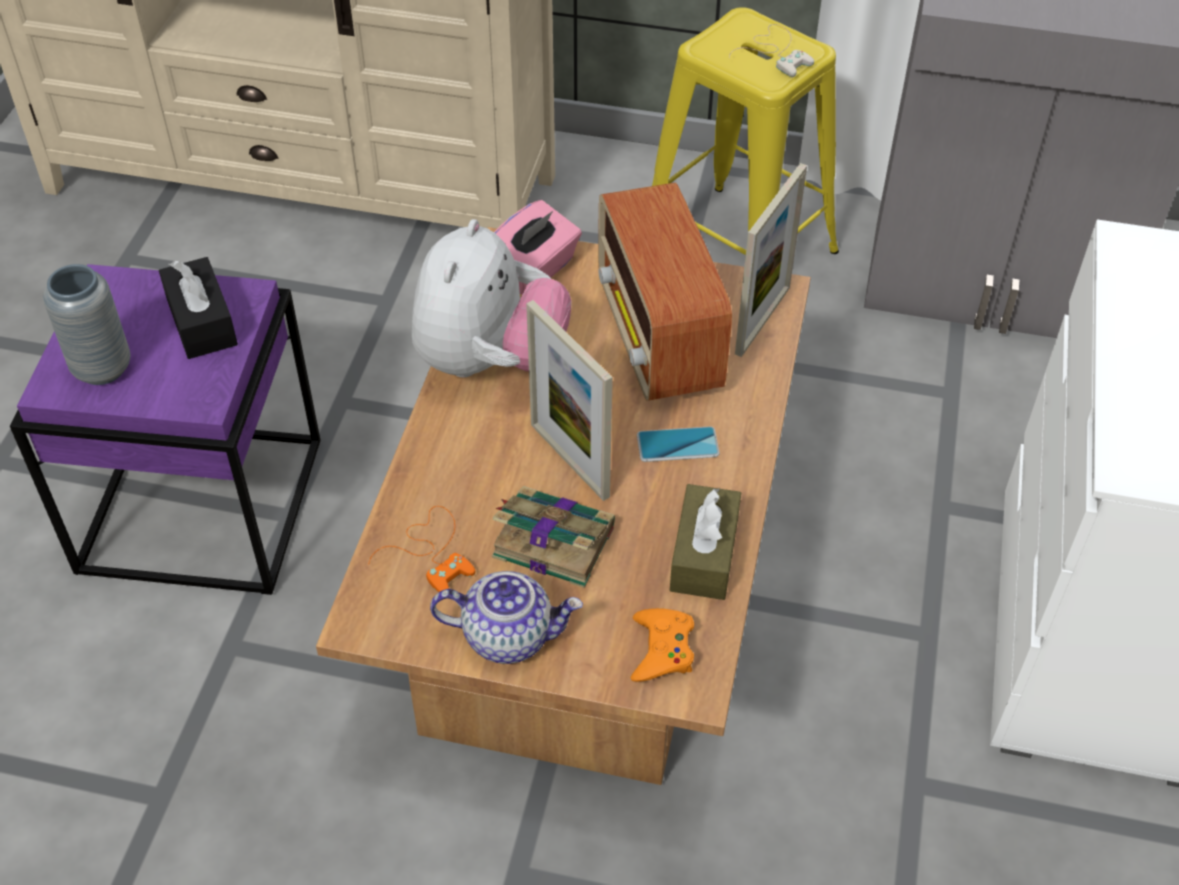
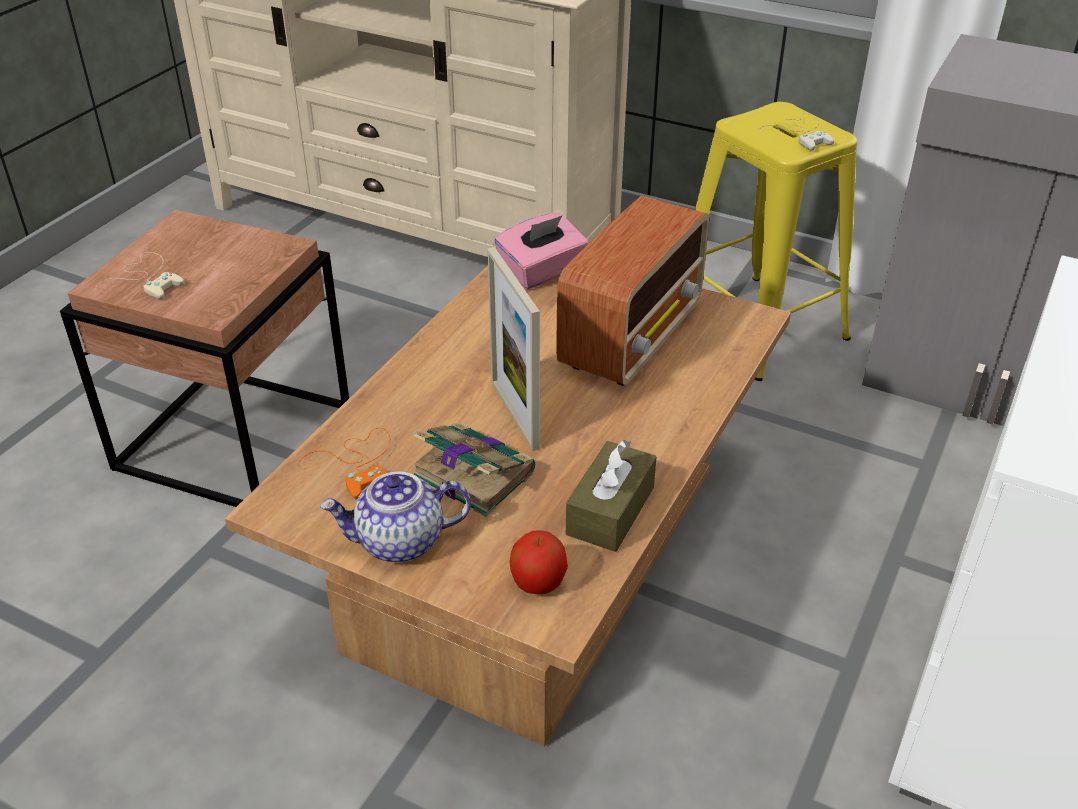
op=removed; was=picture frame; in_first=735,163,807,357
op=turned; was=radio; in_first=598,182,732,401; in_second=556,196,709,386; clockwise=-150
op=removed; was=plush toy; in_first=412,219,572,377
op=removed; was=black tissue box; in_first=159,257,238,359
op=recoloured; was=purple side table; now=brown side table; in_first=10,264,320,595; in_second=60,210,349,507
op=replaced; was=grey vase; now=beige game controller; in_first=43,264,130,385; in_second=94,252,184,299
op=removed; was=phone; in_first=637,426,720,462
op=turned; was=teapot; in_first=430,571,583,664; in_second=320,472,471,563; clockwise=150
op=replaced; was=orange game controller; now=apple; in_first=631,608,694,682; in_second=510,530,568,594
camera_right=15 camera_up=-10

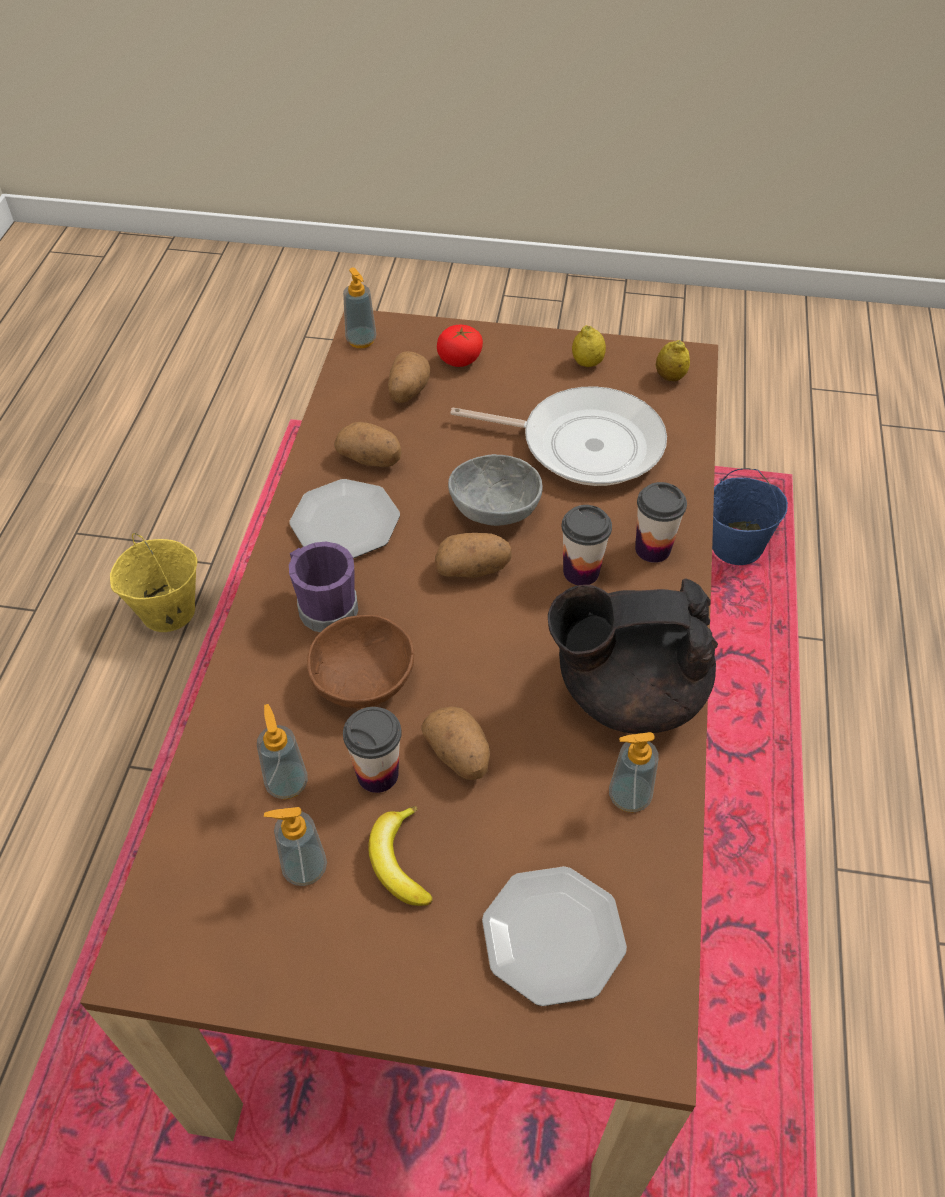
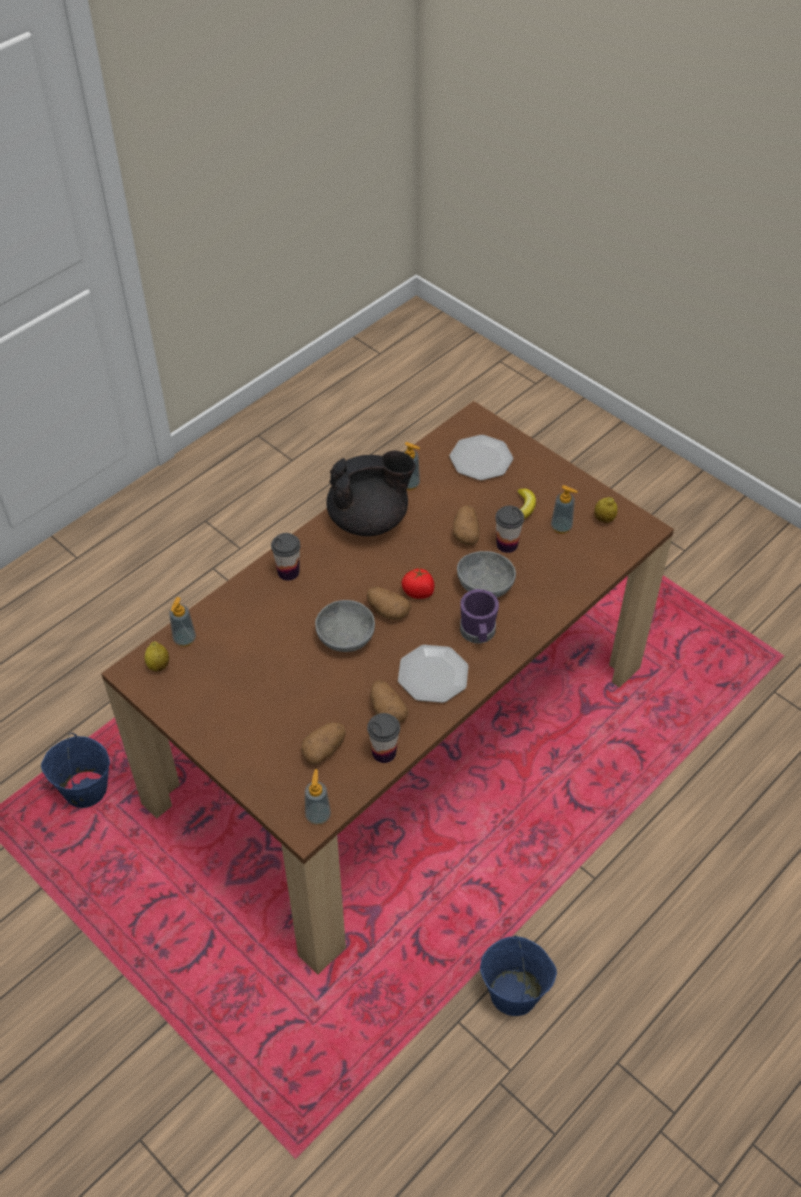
op=moved; was=tomato; in_first=437,325,483,367; in_second=401,566,434,599
op=moved; was=lemon; in_first=572,325,606,367; in_second=594,497,617,523
op=removed; was=frying pan; in_first=450,386,667,486
op=moved; was=cup; in_first=562,505,612,586; in_second=367,713,400,763
op=recoloured; was=yellow bucket; now=blue bucket; in_first=110,533,198,632; in_second=480,935,557,1016
op=turned; was=black teapot; in_first=548,578,718,734; in_second=326,450,416,536; clockwise=-45
op=recoloured; was=brown bowl; now=grey bowl; in_first=307,615,414,708; in_second=457,551,516,597
op=moved; was=soap dispenser; in_first=257,704,308,799; in_second=169,597,196,647
camera_right=-145 camera_up=0

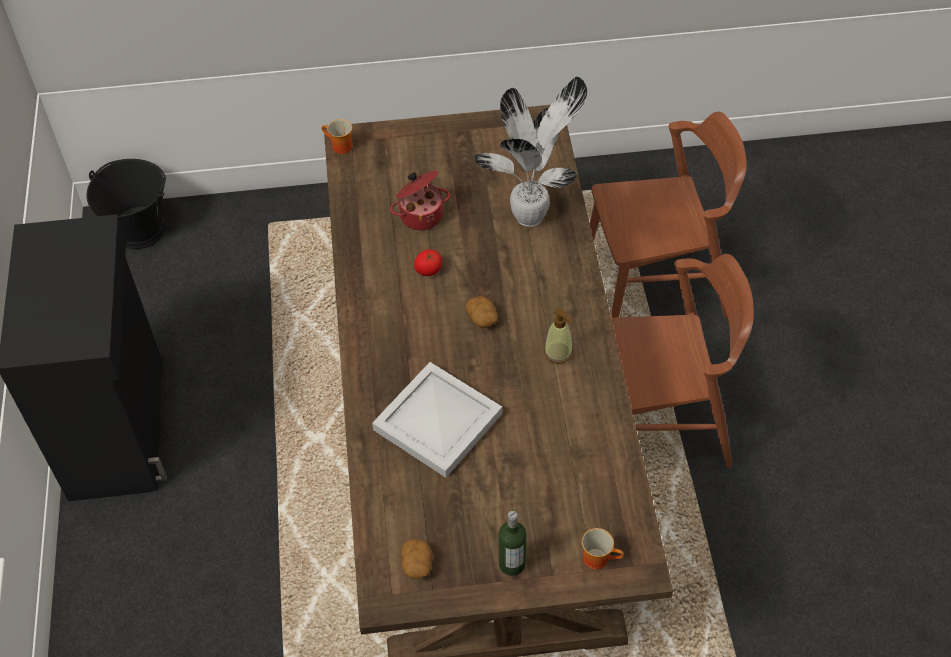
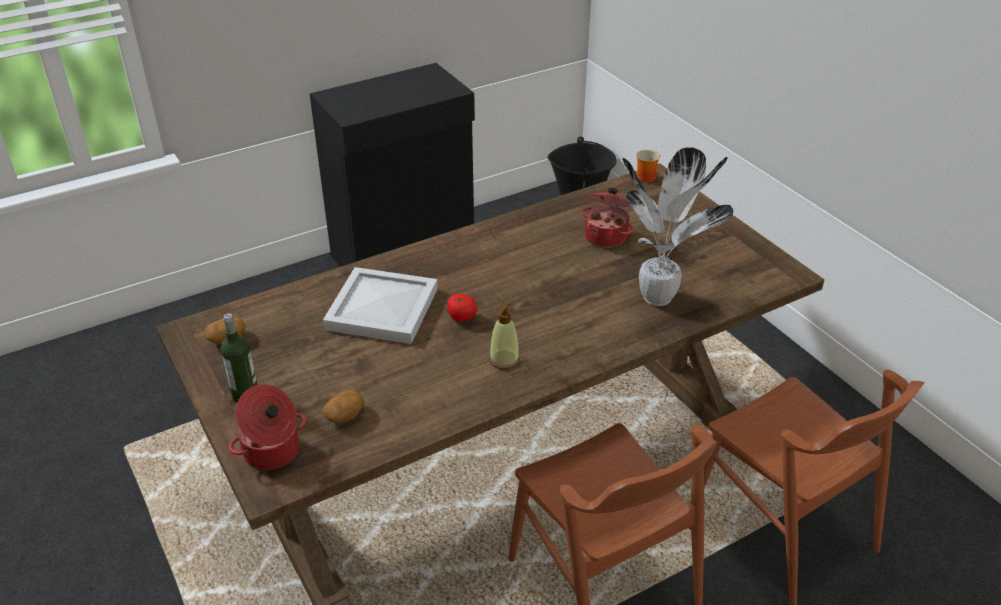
op=moved; was=tomato; in_first=414,249,442,276; in_second=447,294,477,321
op=moved; was=potato; in_first=465,296,498,328; in_second=323,390,364,423
op=replaced; was=mug; now=cooking pot; in_first=582,528,624,569; in_second=229,384,307,470
camera_right=65 camera_up=-15

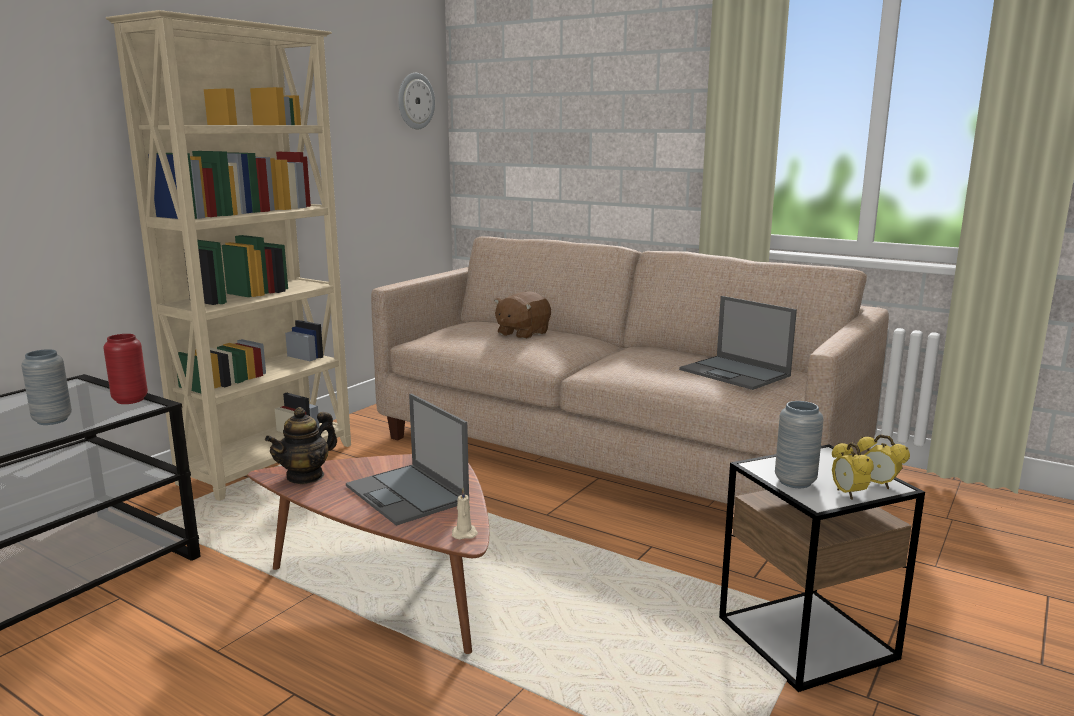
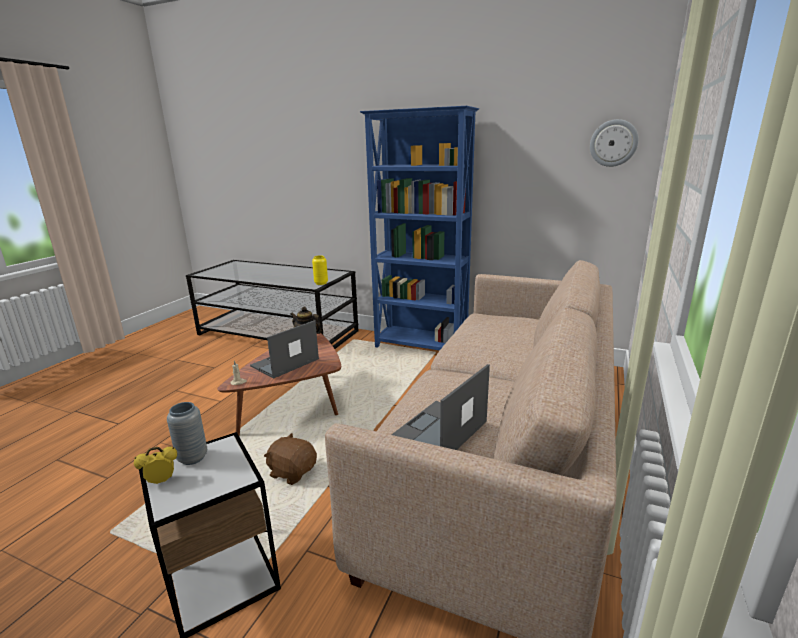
op=recoloured; was=beige bookcase; now=blue bookcase; in_first=106,10,351,501; in_second=360,106,479,351
op=moved; was=brown plush toy; in_first=494,292,551,339; in_second=264,433,317,485
op=recoloured; was=red vase; now=yellow vase; in_first=103,334,148,404; in_second=312,256,328,285
op=removed; was=grey vase; in_first=21,349,72,425
op=removed; was=alarm clock; in_first=857,434,910,489
camera_right=80 camera_up=5

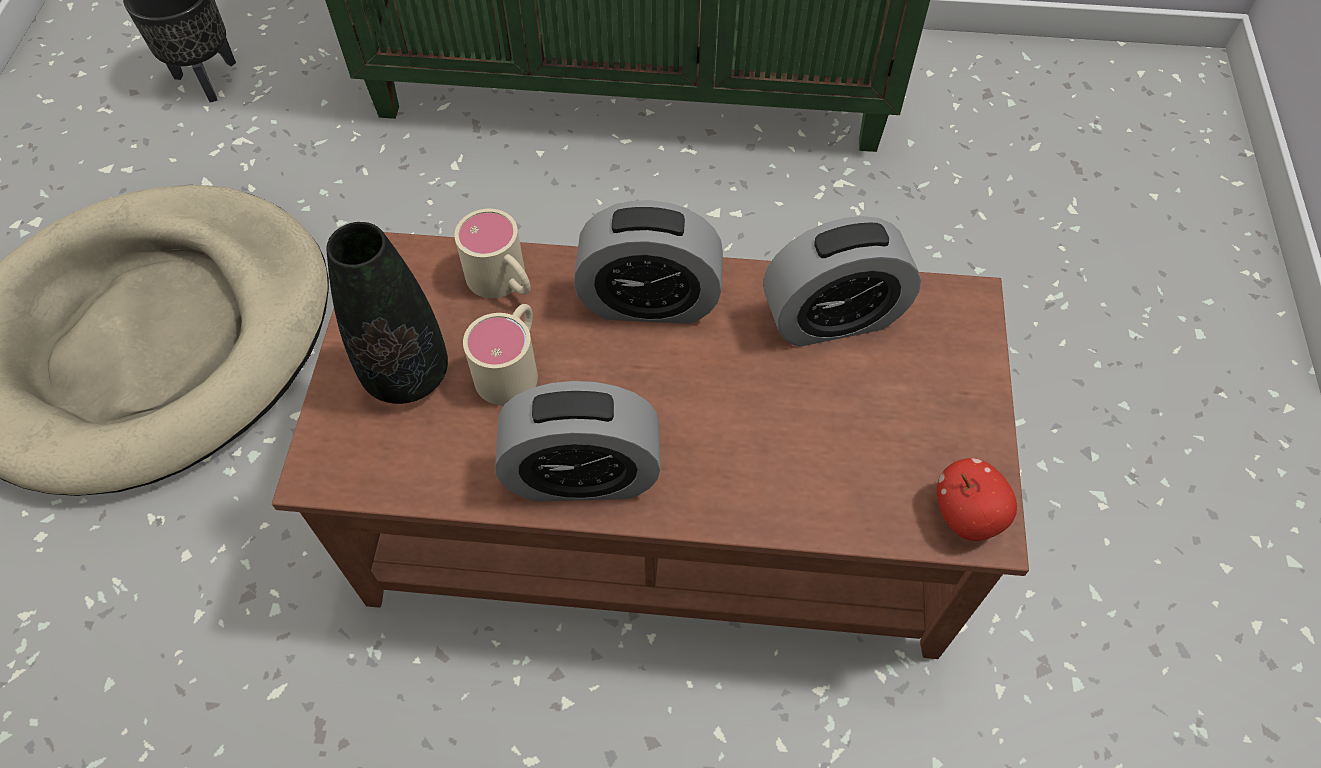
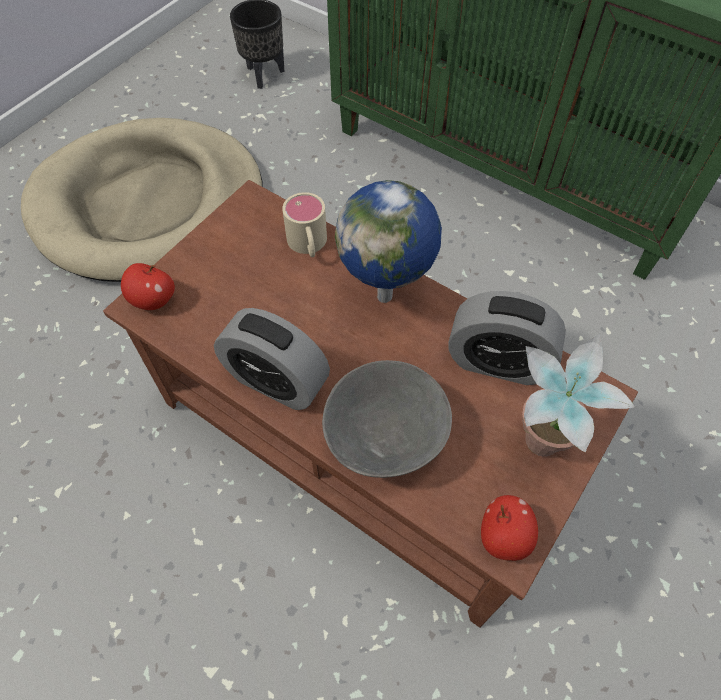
op=replaced; was=alarm clock; now=globe; in_first=574,200,723,324; in_second=335,180,442,303
op=removed; was=black vase; in_first=326,222,448,404
op=removed; was=beige mug; in_first=463,304,538,406
op=added; now=apple; in_second=121,263,175,310
op=added; now=potted plant; in_second=522,334,635,456
op=added; now=grey bowl; in_second=322,360,452,478
camera_right=30 camera_up=0

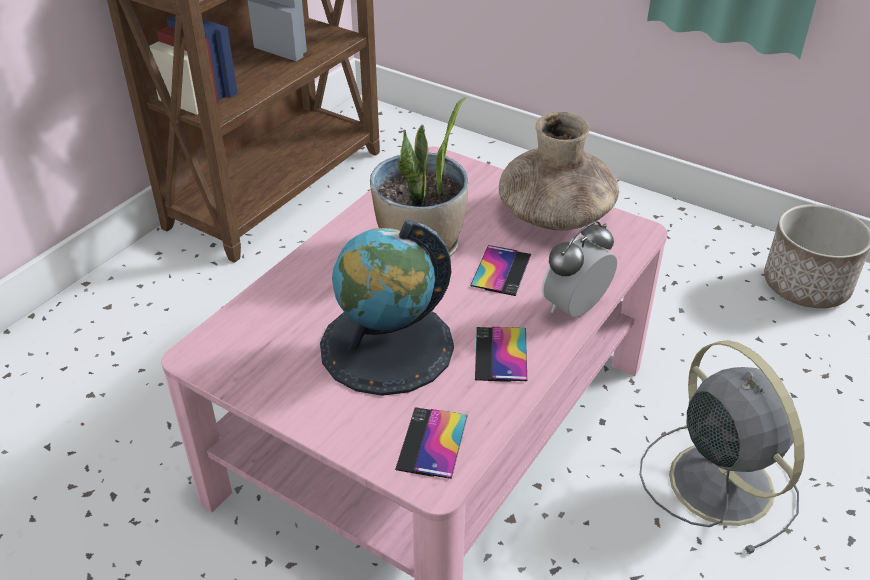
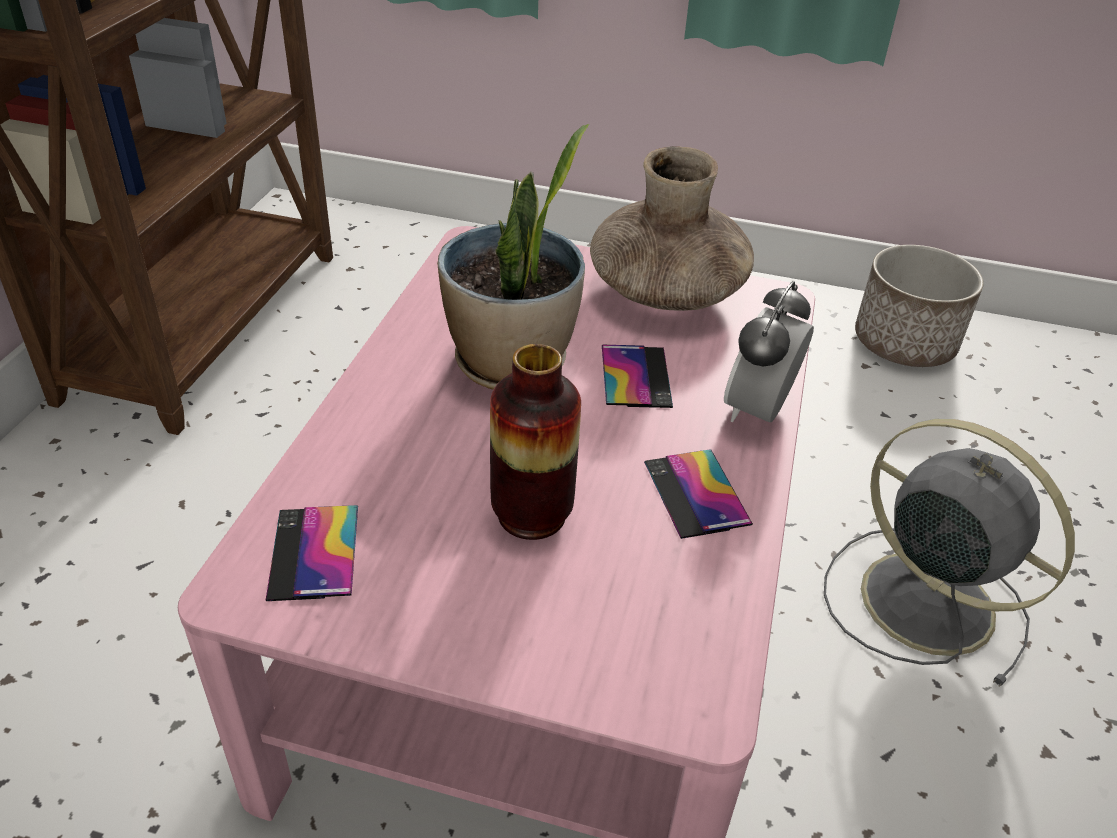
op=replaced; was=globe; now=vase; in_first=320,220,454,396; in_second=490,344,581,540
op=moved; was=phone; in_first=395,407,468,479; in_second=266,505,358,601
camera_right=-20 camera_up=0

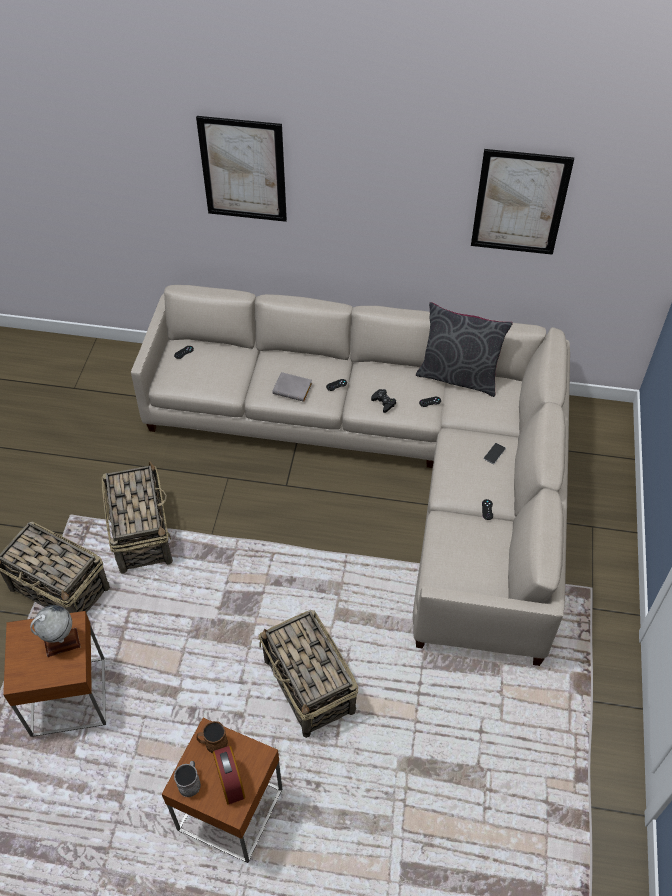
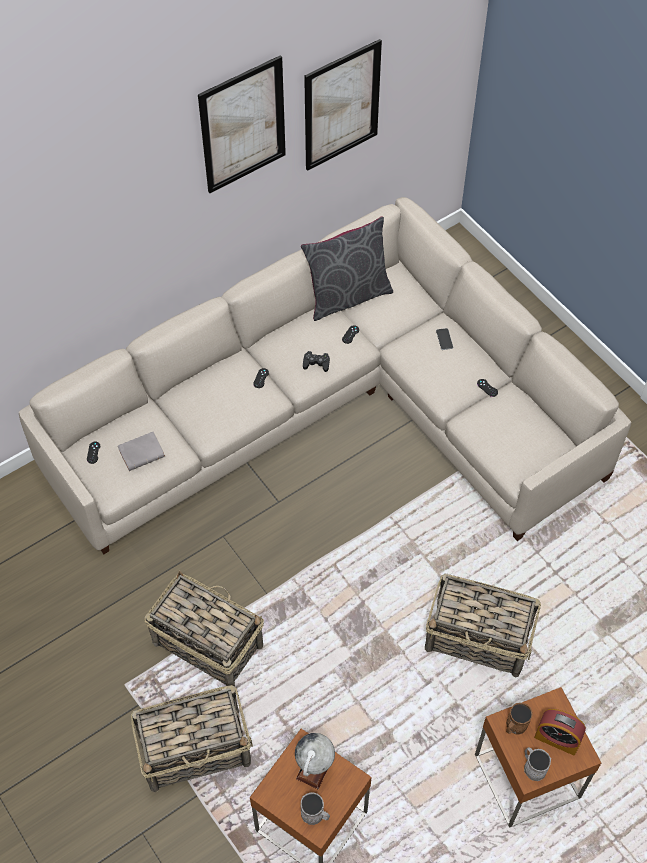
op=moved; was=picture; in_first=196,116,287,222; in_second=198,55,286,193
op=moved; was=grey book; in_first=273,372,312,402; in_second=118,432,165,471
op=added; now=grey mug; in_second=301,792,330,825
camera_right=-45 camera_up=5

